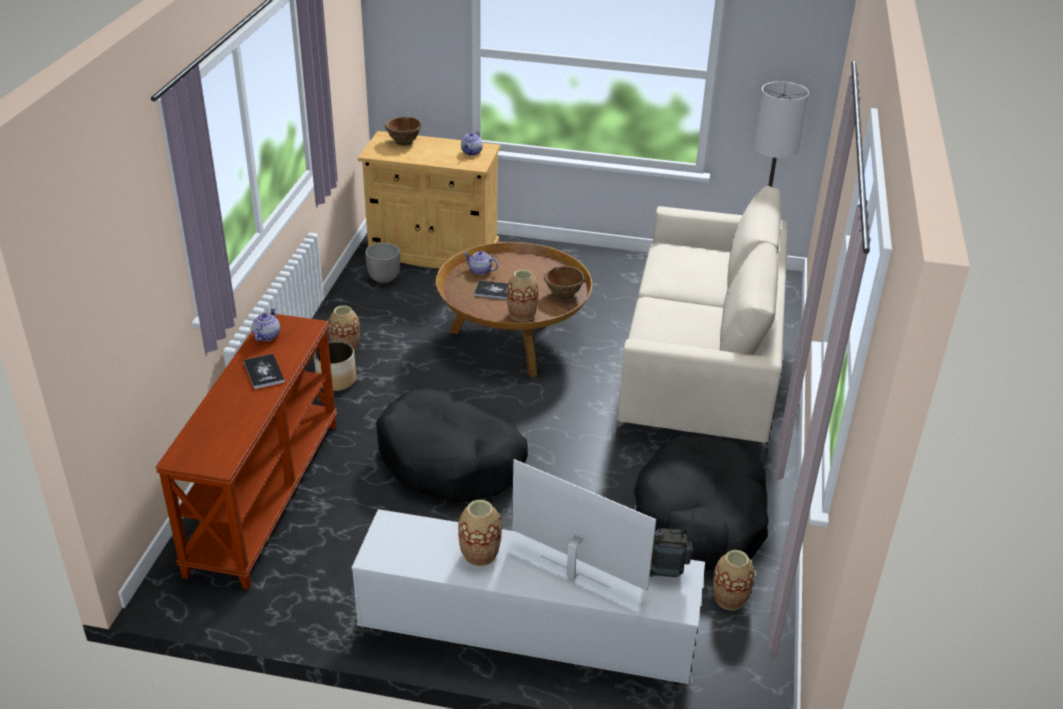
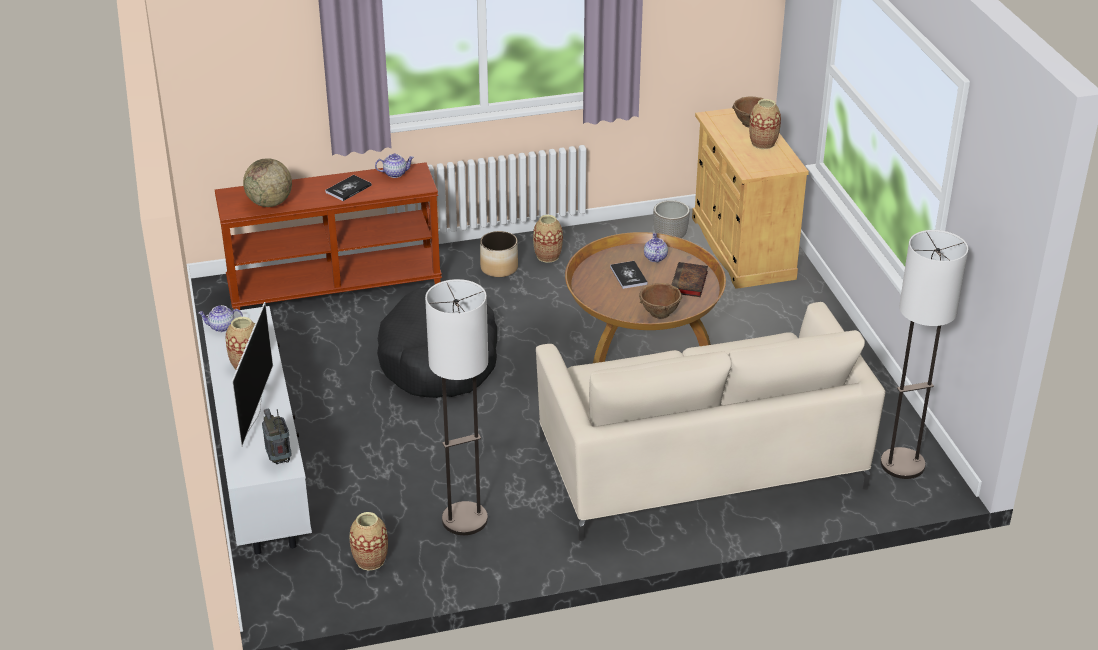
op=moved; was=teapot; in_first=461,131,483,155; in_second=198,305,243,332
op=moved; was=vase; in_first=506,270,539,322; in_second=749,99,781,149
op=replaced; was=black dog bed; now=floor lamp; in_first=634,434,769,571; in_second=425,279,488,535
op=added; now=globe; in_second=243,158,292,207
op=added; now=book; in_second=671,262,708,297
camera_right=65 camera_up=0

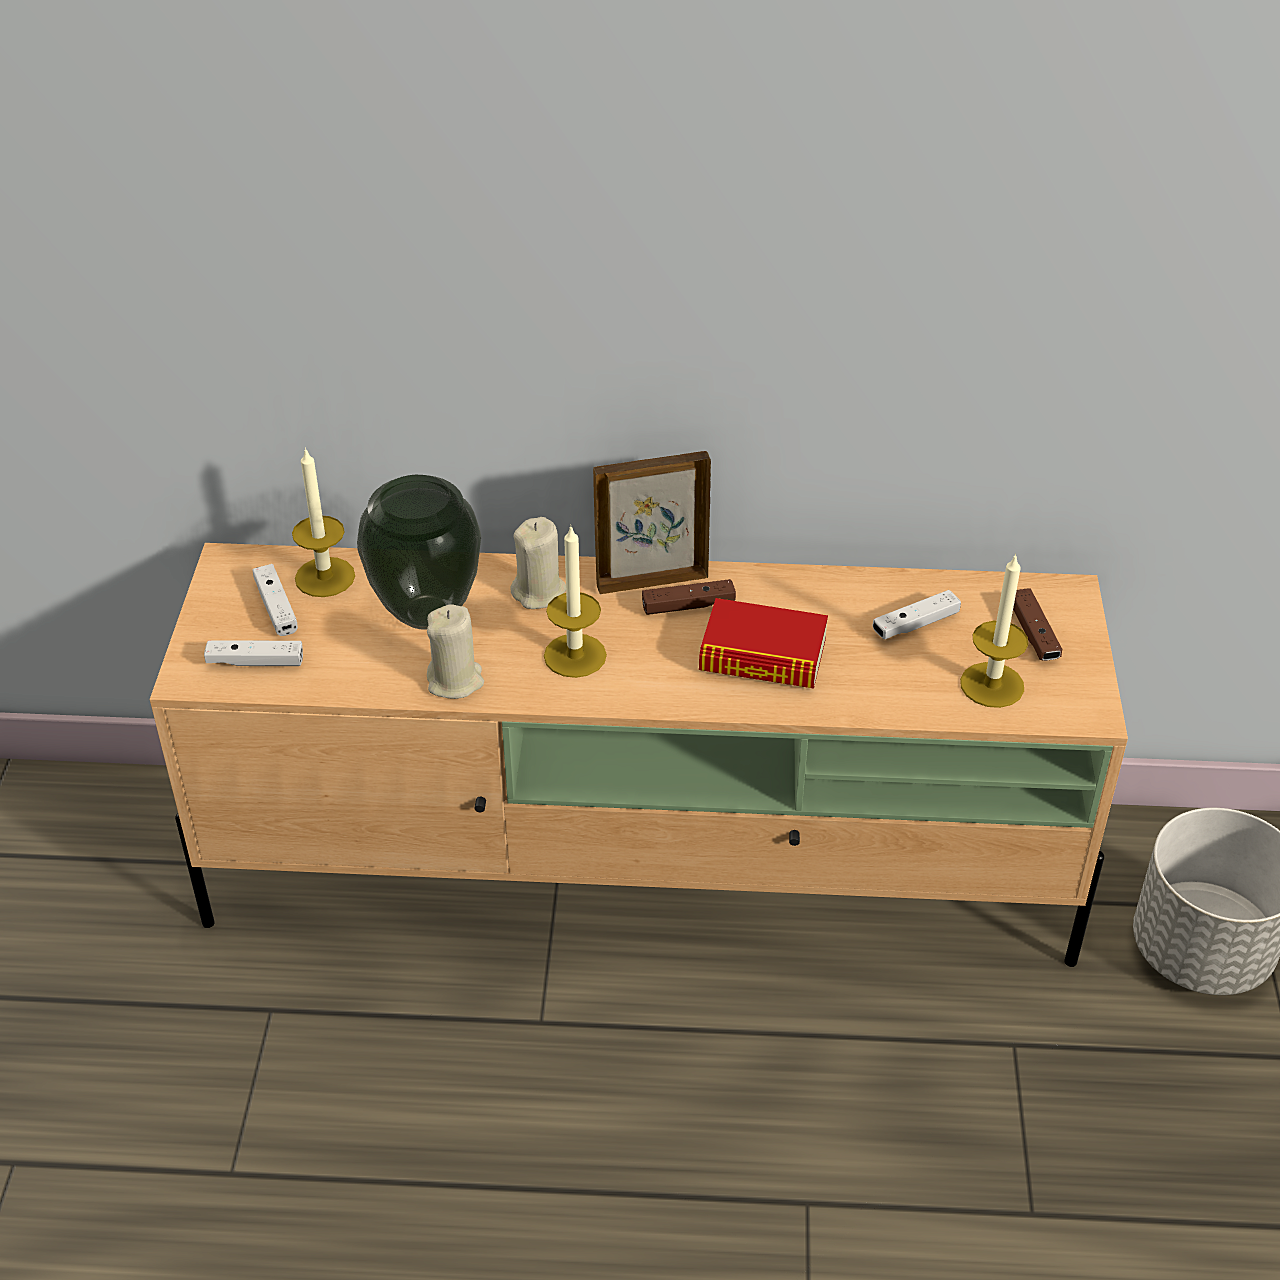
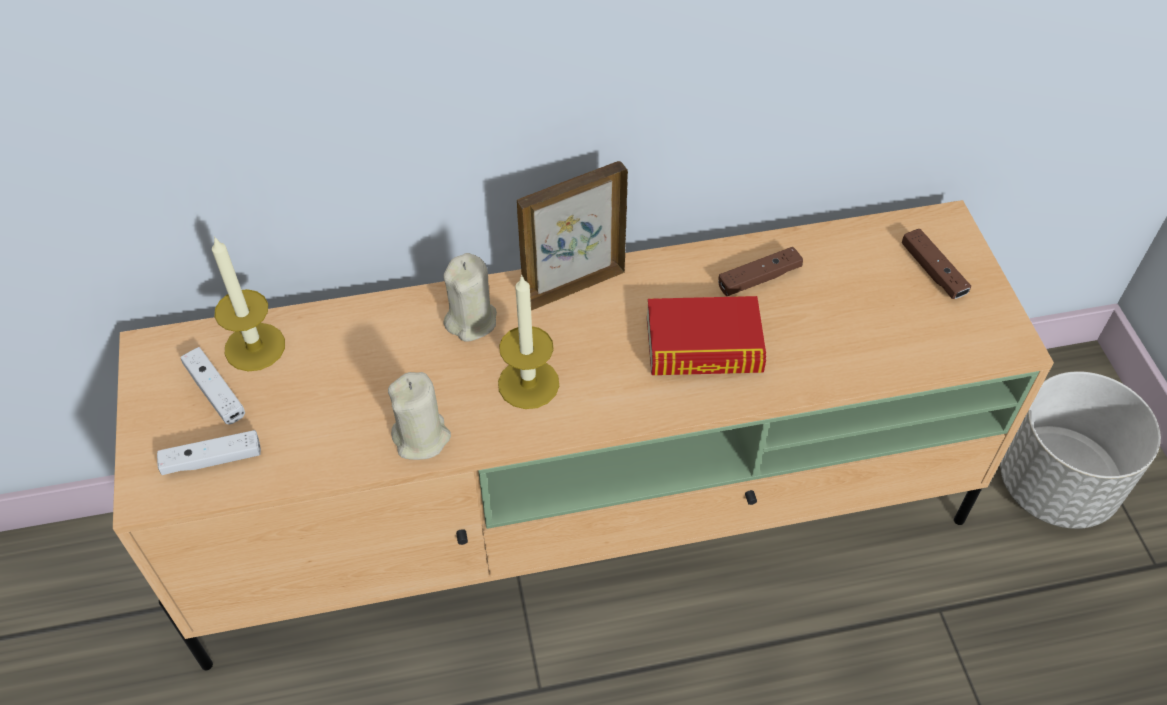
op=removed; was=vase; in_first=357,475,481,629
op=removed; was=candle; in_first=960,553,1028,708
op=moved; was=brown game controller; in_first=642,579,736,615; in_second=718,247,803,296
op=removed; was=white game controller; in_first=872,590,961,639
camera_right=-15 camera_up=10

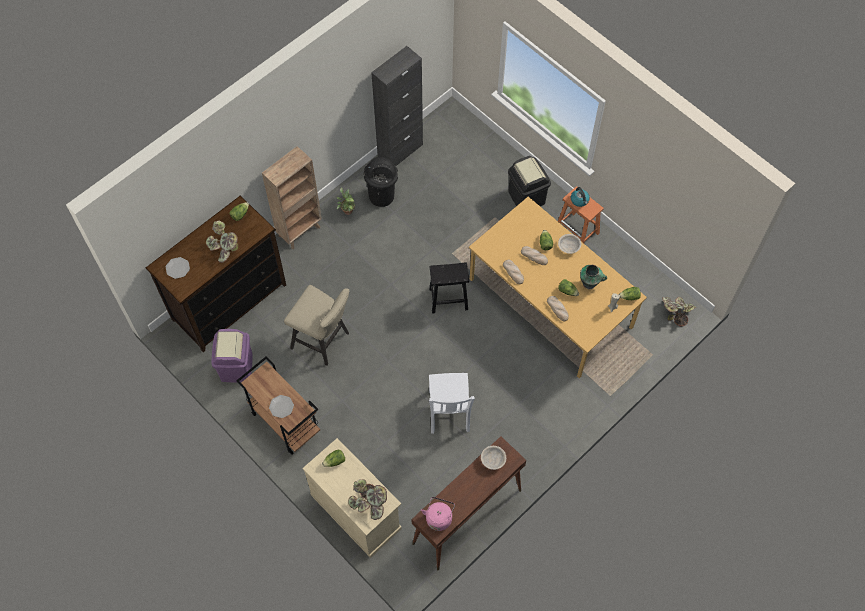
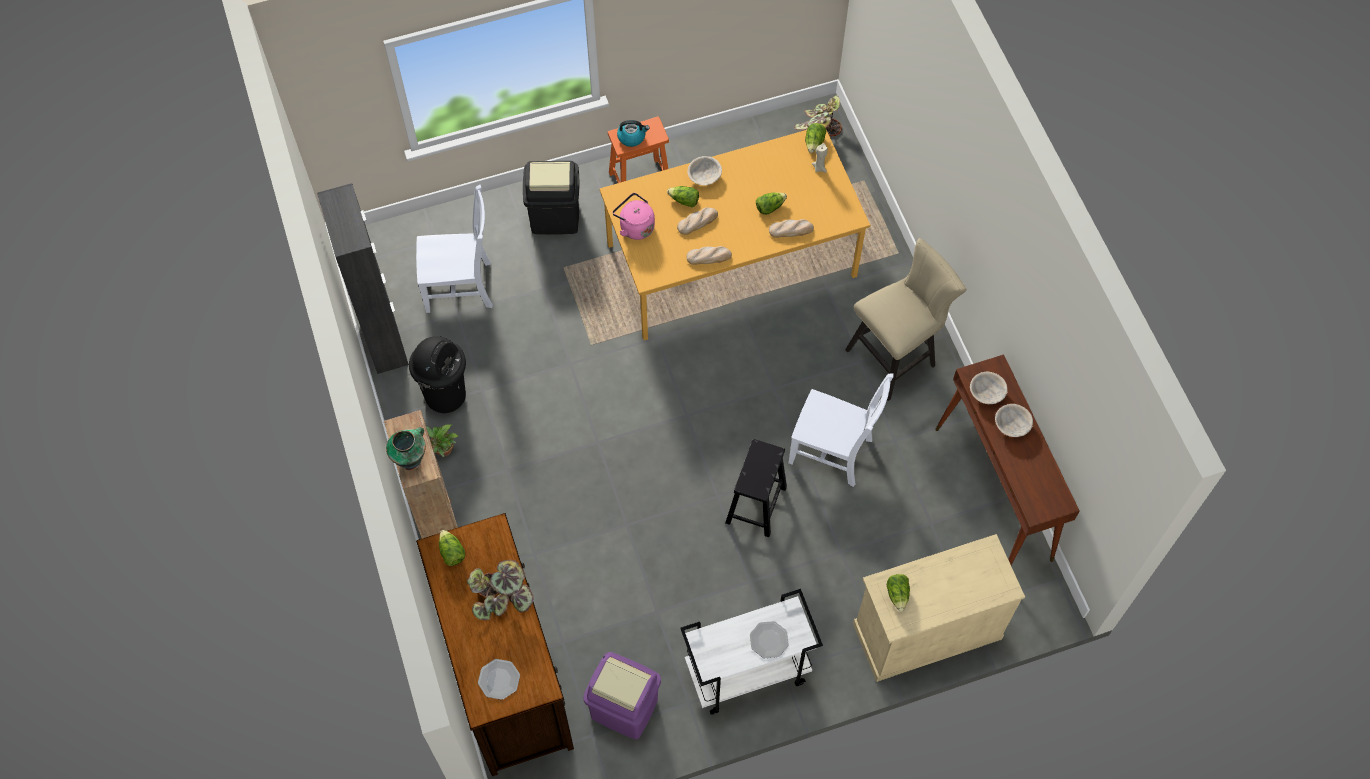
op=moved; was=black stool; in_first=429,262,469,314; in_second=725,439,787,537
op=moved; was=vase; in_first=580,265,607,289; in_second=386,427,426,470
op=moved; was=beige stool; in_first=284,285,349,366; in_second=845,238,966,401
op=recoloured; was=brown cart; now=white cart; in_first=236,356,320,455; in_second=680,589,823,715
op=removed; was=potted plant; in_first=348,479,387,520
op=moved; was=pink kettle; in_first=421,497,455,531; in_second=613,193,655,240
op=added; now=white chair; in_second=416,185,493,313
op=added; now=beige bowl; in_second=995,404,1033,437
camera_right=-65 camera_up=0

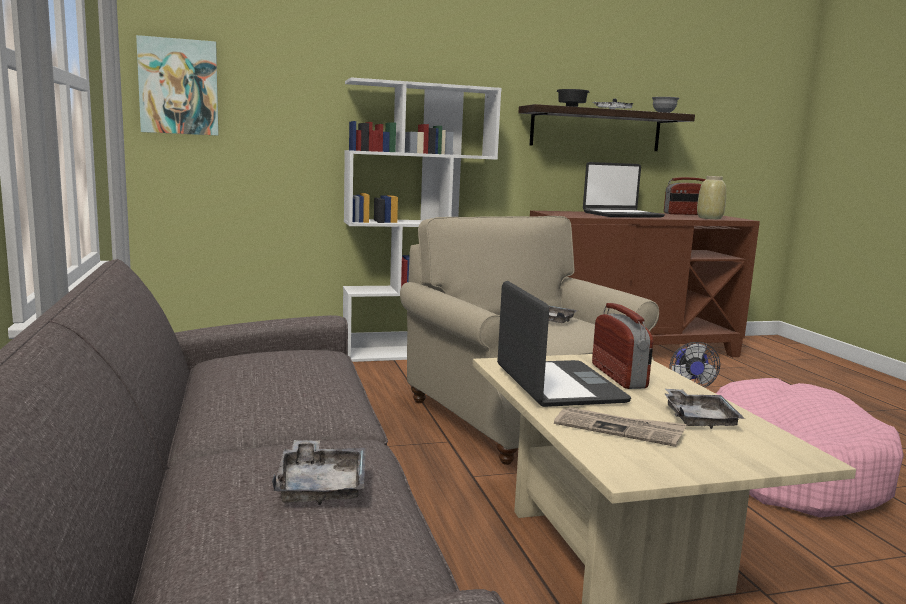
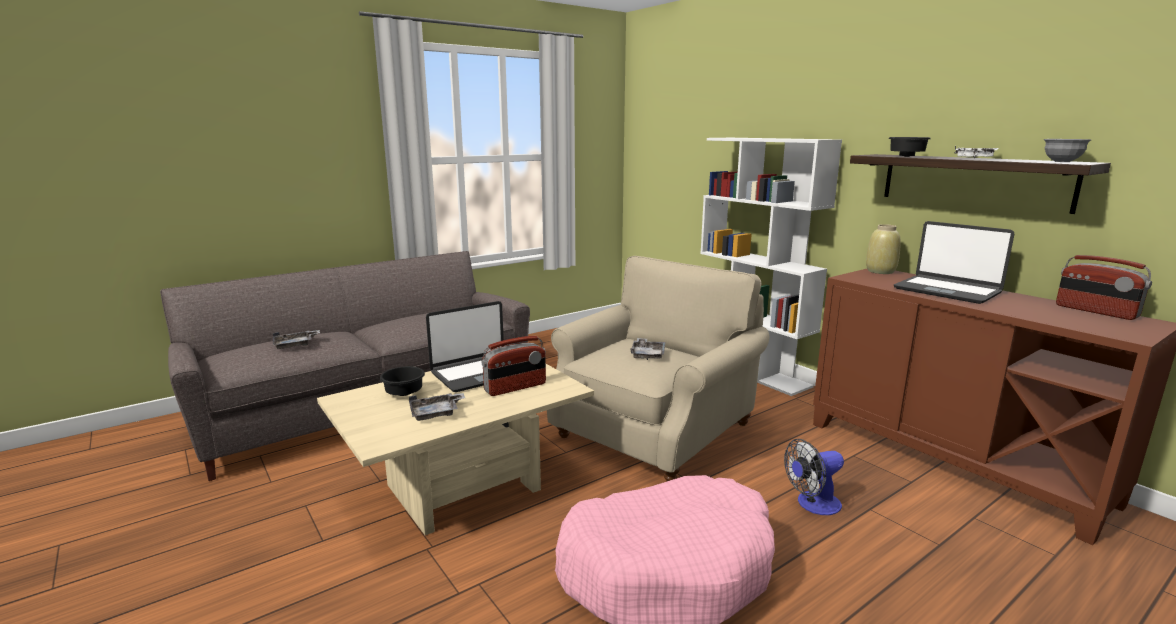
op=removed; was=picture; in_first=136,35,219,135
op=moved; was=beige vase; in_first=697,176,726,219; in_second=866,224,901,274
op=replaced; was=newspaper; now=black bowl; in_first=554,407,686,447; in_second=380,366,425,396
camera_right=70 camera_up=5

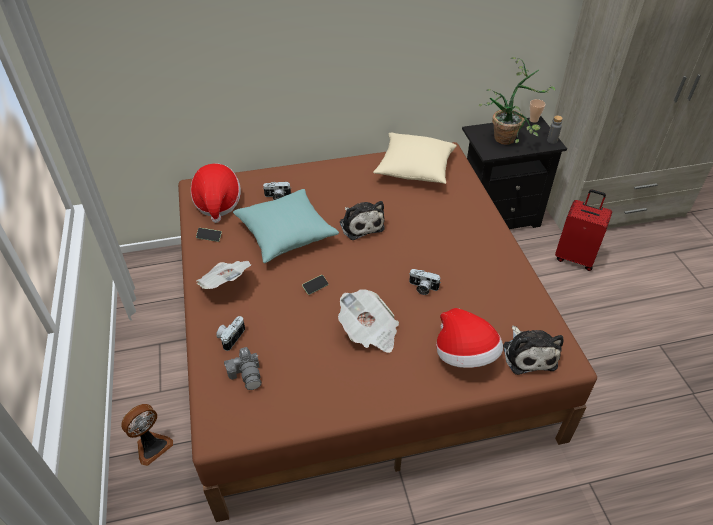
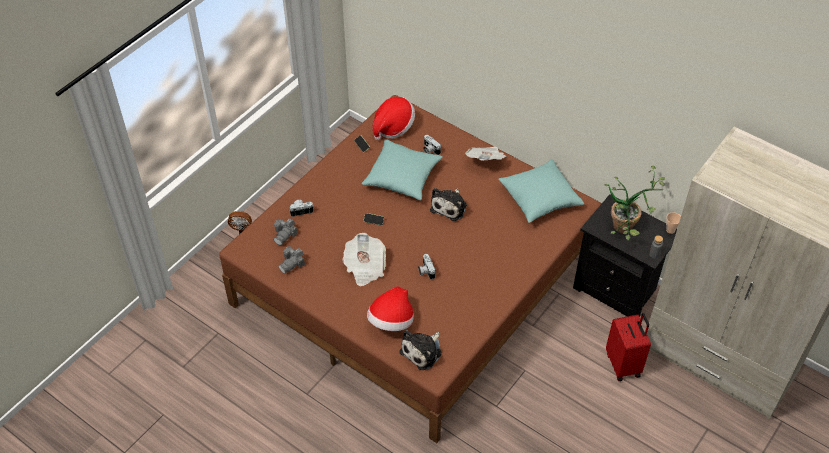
op=recoloured; was=beige pillow; now=turquoise pillow; in_first=373,133,457,184; in_second=498,159,584,223
op=moved; was=newspaper; in_first=197,261,251,289; in_second=465,147,507,160
op=added; now=photo camera; in_second=278,246,305,274
camera_right=50 camera_up=5

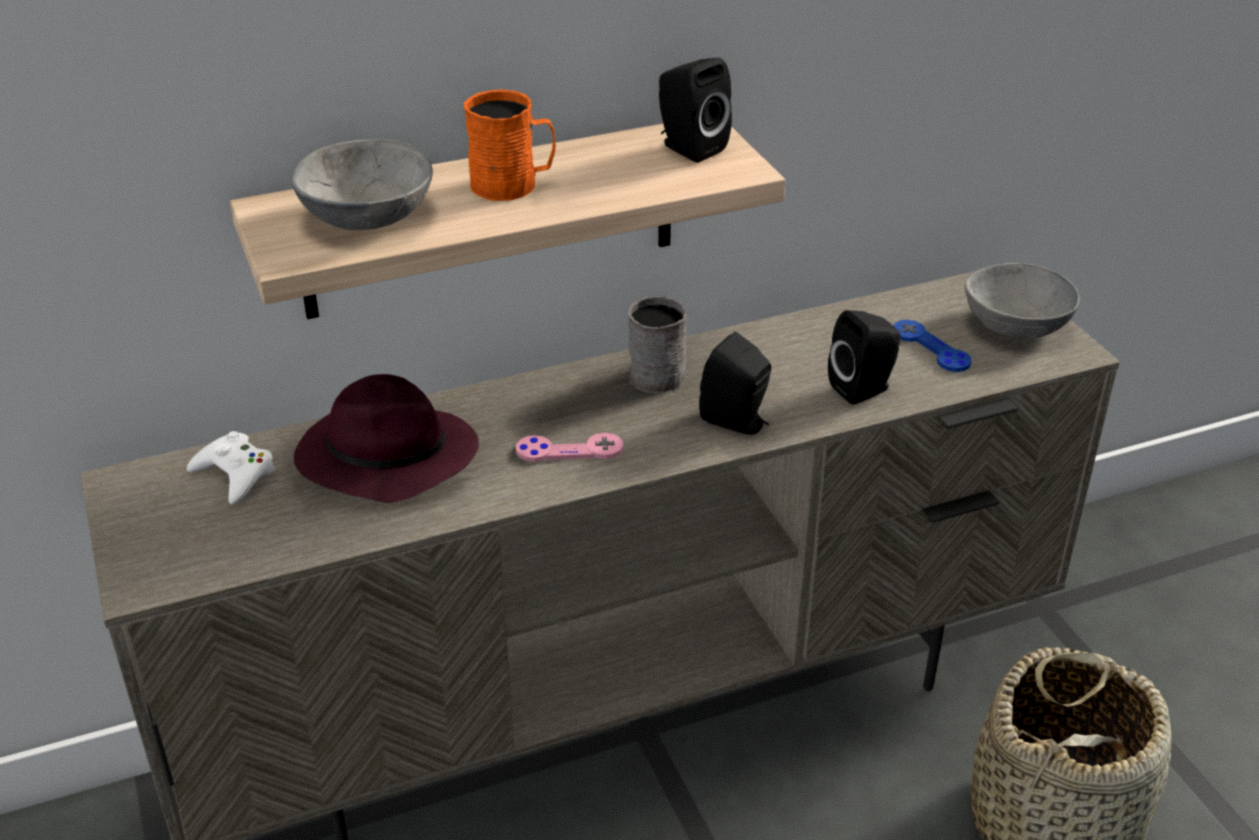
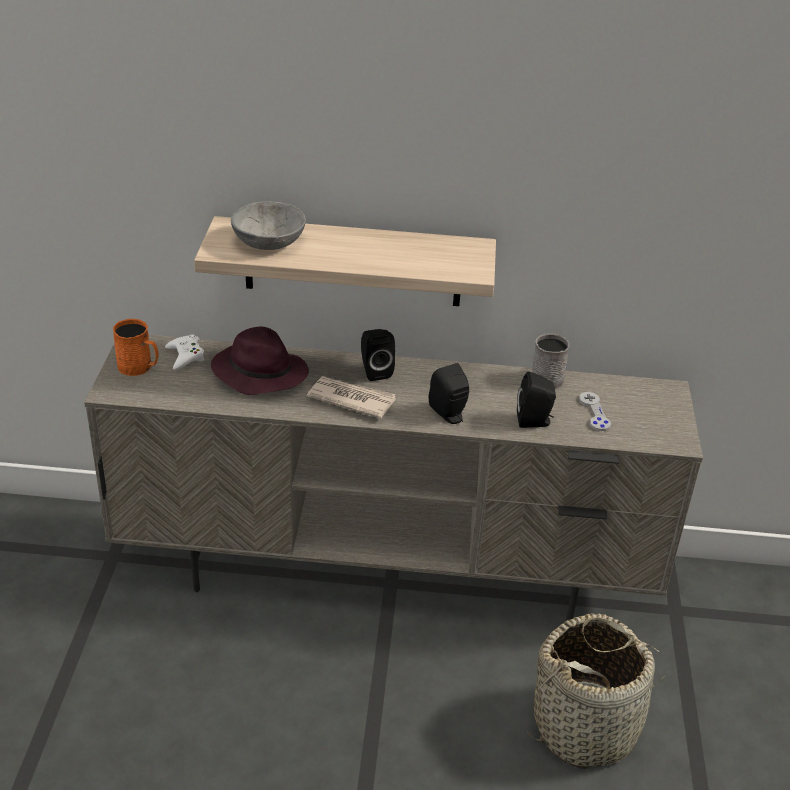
op=moved; was=black speaker; in_first=659,58,732,163; in_second=361,329,395,381
op=moved; was=orange mug; in_first=464,89,556,201; in_second=113,319,158,376
op=removed; was=grey bowl; in_first=964,263,1080,339
op=moved; was=grey mug; in_first=628,296,687,394; in_second=532,333,570,389
op=recoloured; was=blue game controller; now=grey game controller; in_first=893,320,972,372; in_second=579,392,611,431
op=replaced; was=pink game controller; now=newspaper; in_first=516,433,623,462; in_second=307,376,396,419
camera_right=25 camera_up=0

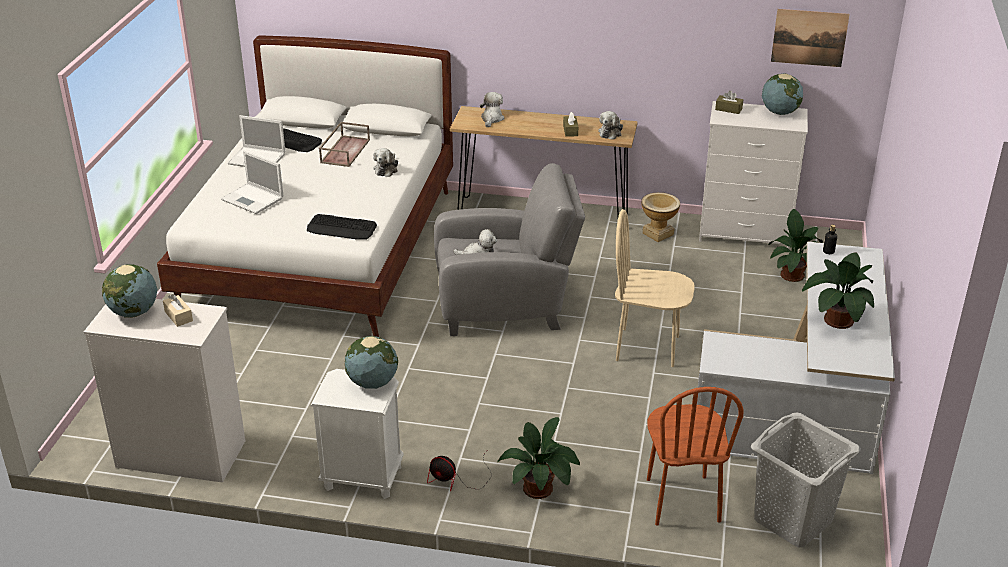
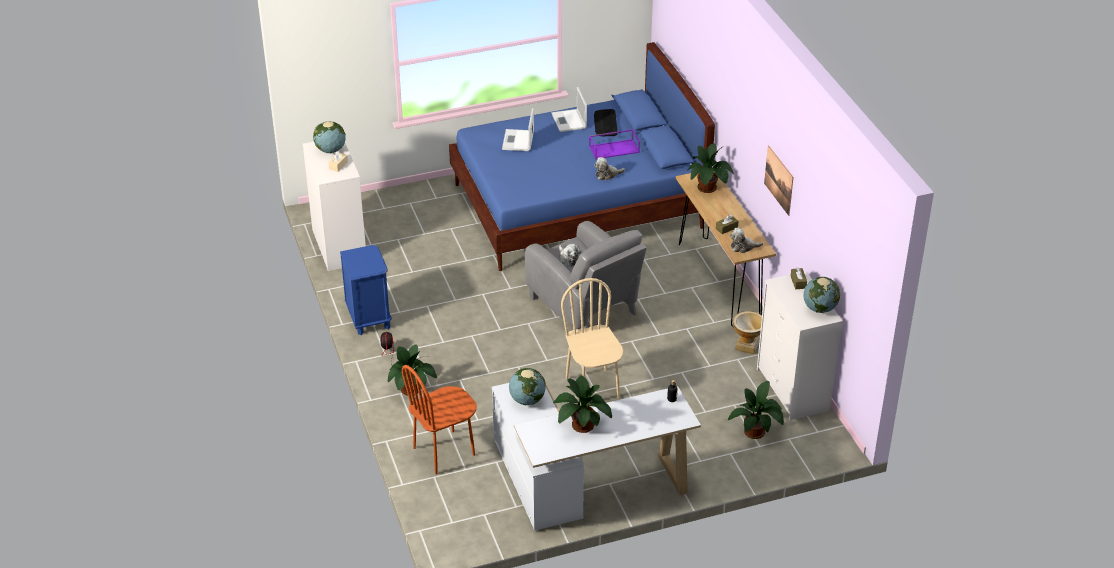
op=moved; was=picture; in_first=771,9,850,67; in_second=764,145,793,216
op=recoloured; was=white bed; now=blue bed; in_first=157,35,453,337; in_second=449,42,715,271
op=replaced; was=plush toy; now=potted plant; in_first=480,92,504,127; in_second=687,143,734,193
op=recoloured; was=brown tray; now=purple tray; in_first=319,122,370,167; in_second=589,129,640,159
op=removed; was=keyboard; in_first=307,214,377,240
op=moved; was=globe; in_first=345,336,398,389; in_second=509,368,546,405
op=recoloured; was=white nightstand; now=blue nightstand; in_first=310,369,404,499; in_second=340,245,392,335
op=removed; was=grey laundry basket; in_first=751,413,861,548
camera_right=60 camera_up=5

